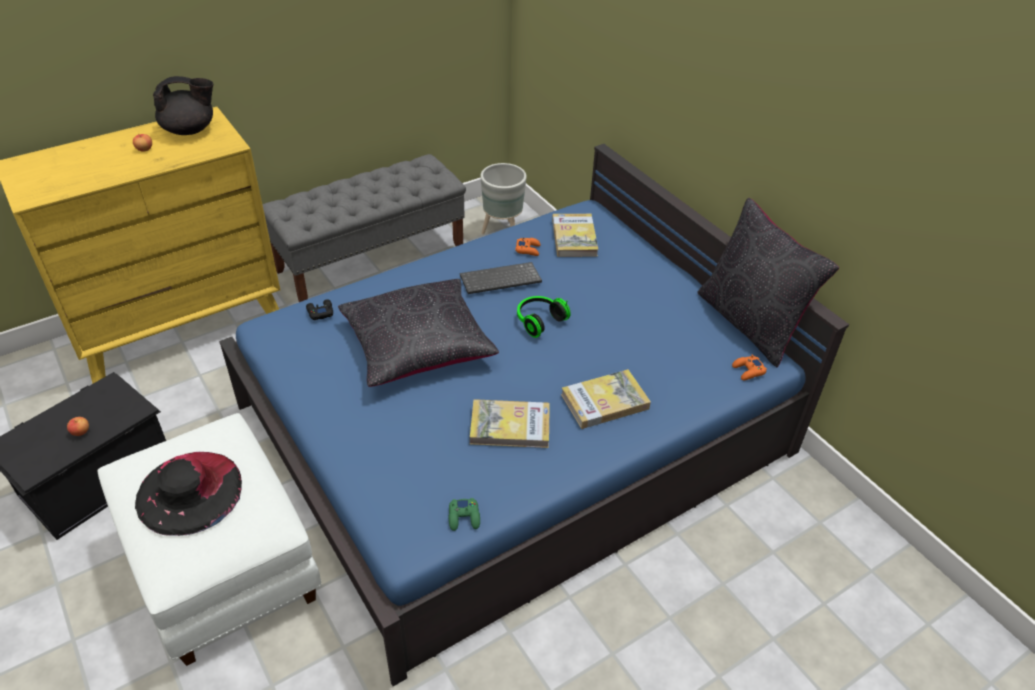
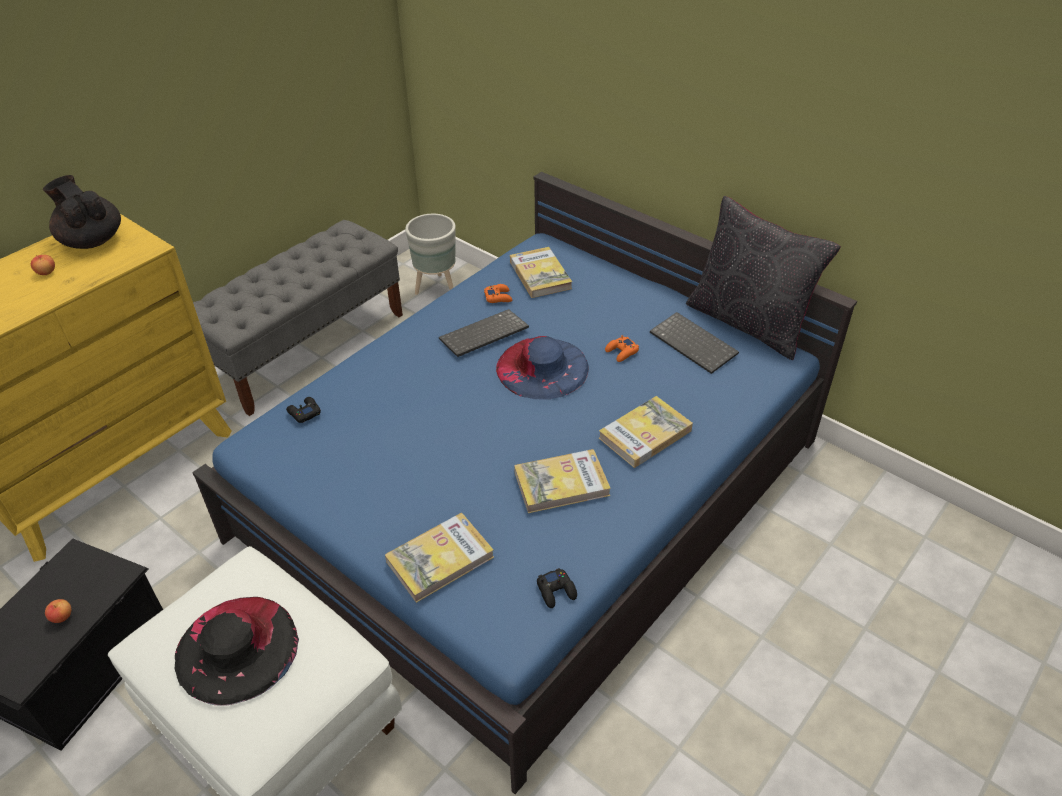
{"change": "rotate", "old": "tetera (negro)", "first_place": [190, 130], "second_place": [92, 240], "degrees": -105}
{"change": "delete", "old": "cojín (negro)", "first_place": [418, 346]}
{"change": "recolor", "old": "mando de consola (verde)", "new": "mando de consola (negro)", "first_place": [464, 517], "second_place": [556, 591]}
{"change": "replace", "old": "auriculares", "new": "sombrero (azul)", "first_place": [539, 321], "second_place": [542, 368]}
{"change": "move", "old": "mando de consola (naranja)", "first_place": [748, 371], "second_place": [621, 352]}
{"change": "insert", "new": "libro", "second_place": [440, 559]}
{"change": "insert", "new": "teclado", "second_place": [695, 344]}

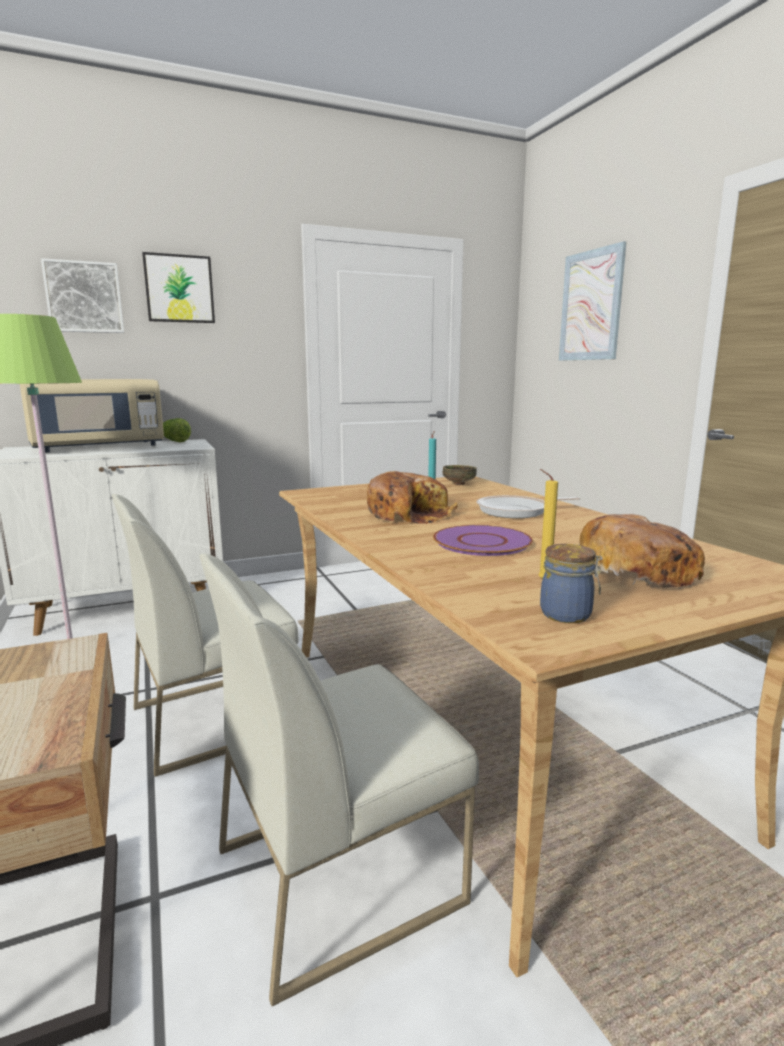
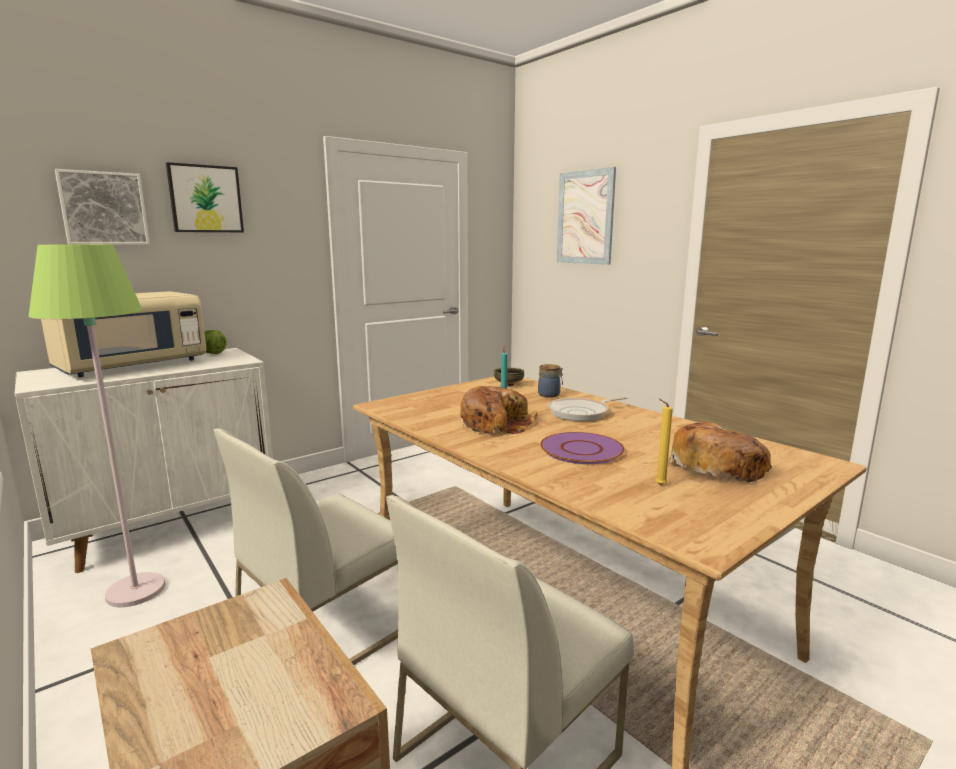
{"change": "move", "old": "tarro", "first_place": [568, 615], "second_place": [550, 395]}

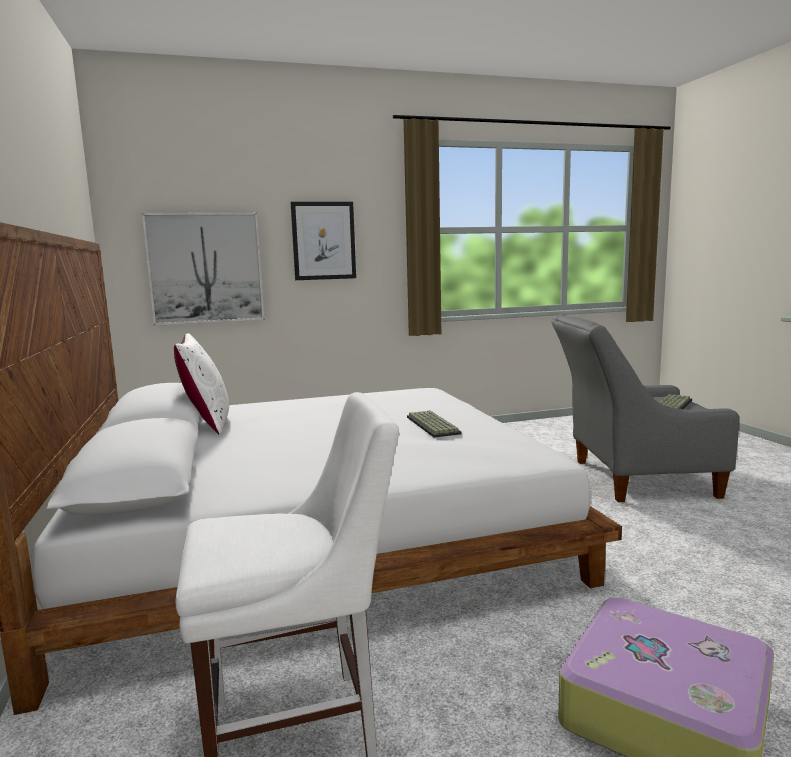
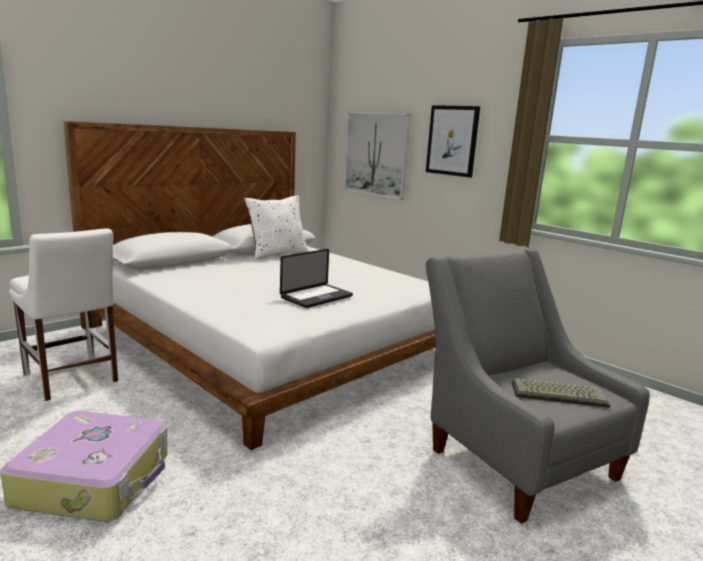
{"change": "replace", "old": "teclado", "new": "portátil", "first_place": [431, 425], "second_place": [316, 297]}

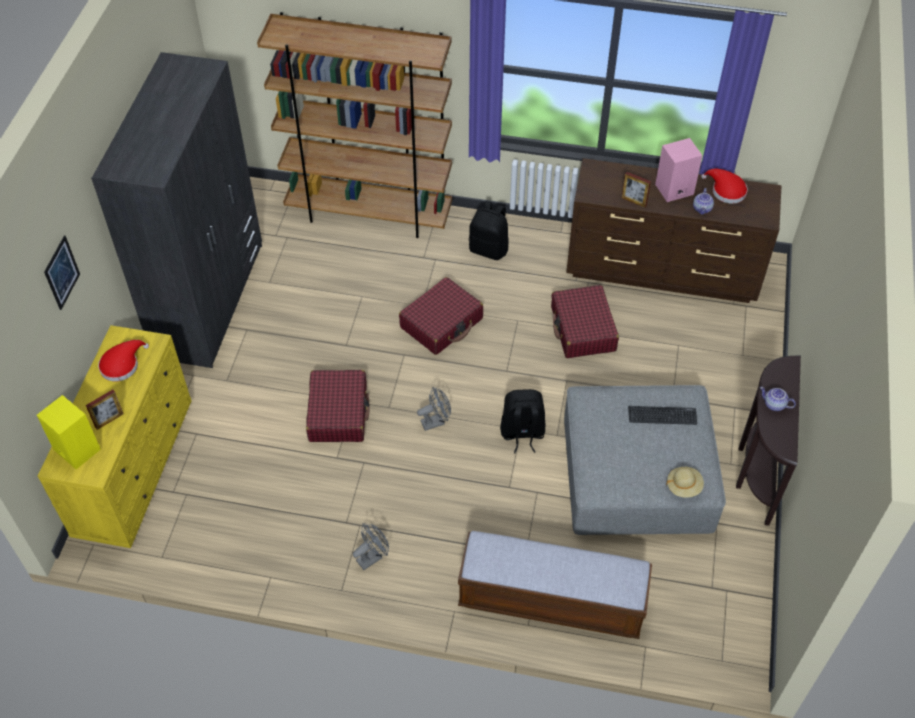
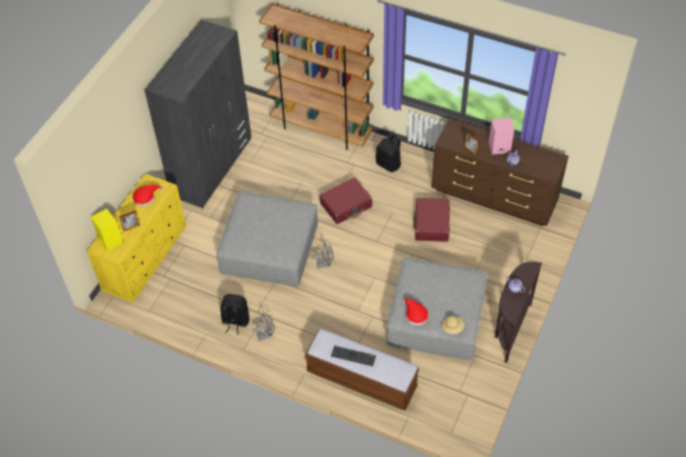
{"change": "delete", "old": "cuadro", "first_place": [61, 272]}
{"change": "replace", "old": "maleta (rojo)", "new": "puf (gris)", "first_place": [338, 413], "second_place": [269, 248]}
{"change": "move", "old": "mochila (negro)", "first_place": [522, 433], "second_place": [235, 321]}
{"change": "move", "old": "teclado", "first_place": [662, 415], "second_place": [353, 356]}
{"change": "move", "old": "sombrero (rojo)", "first_place": [726, 191], "second_place": [415, 314]}

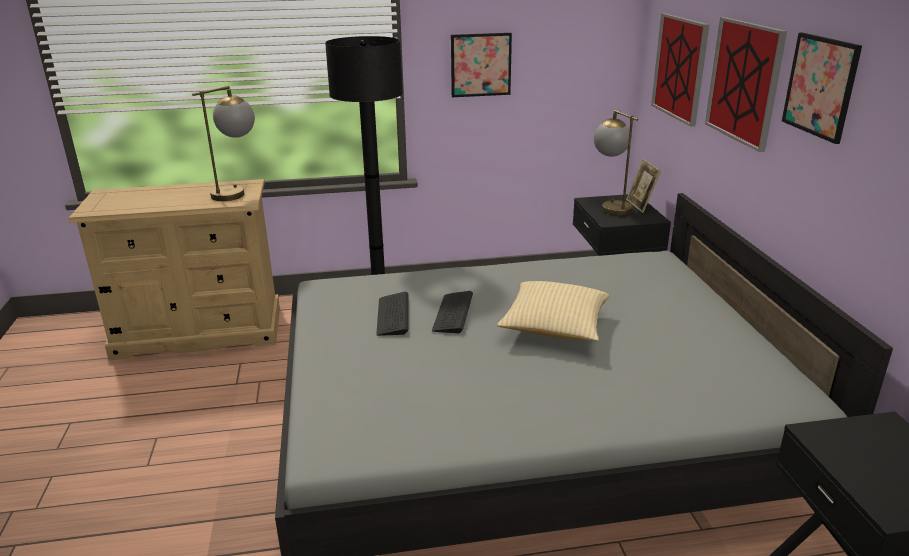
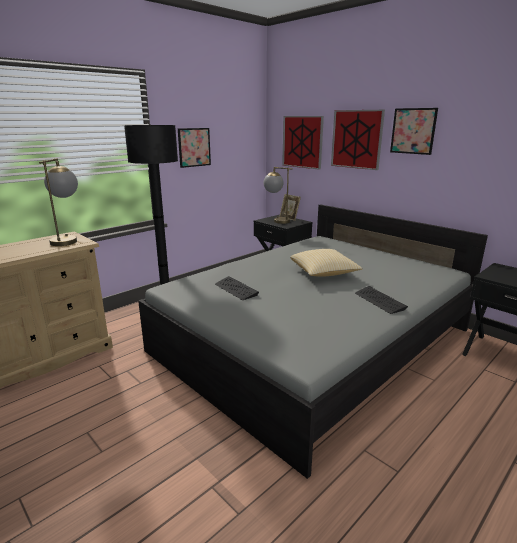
{"change": "move", "old": "teclado", "first_place": [453, 313], "second_place": [379, 301]}

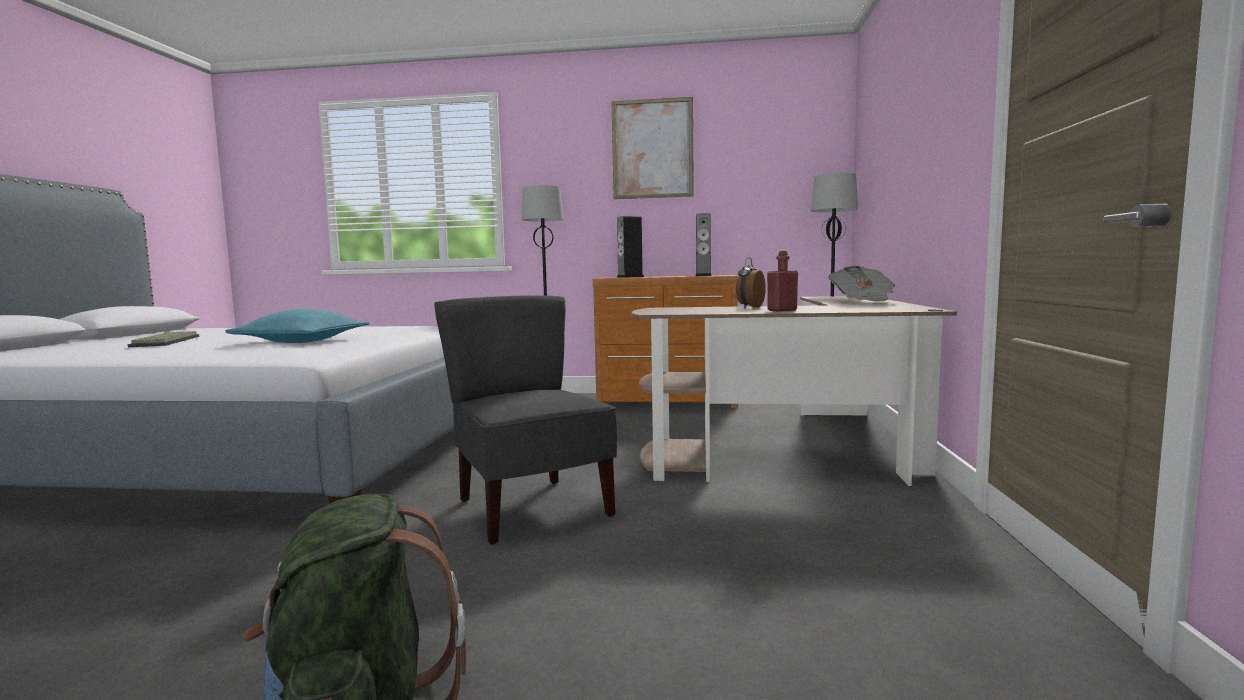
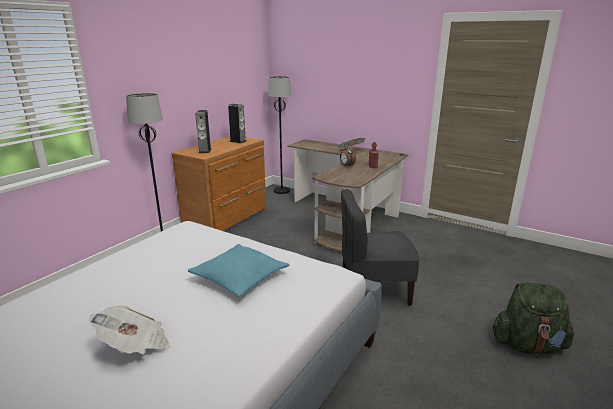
{"change": "replace", "old": "teclado", "new": "periódico", "first_place": [167, 341], "second_place": [135, 345]}
{"change": "delete", "old": "cuadro", "first_place": [652, 149]}

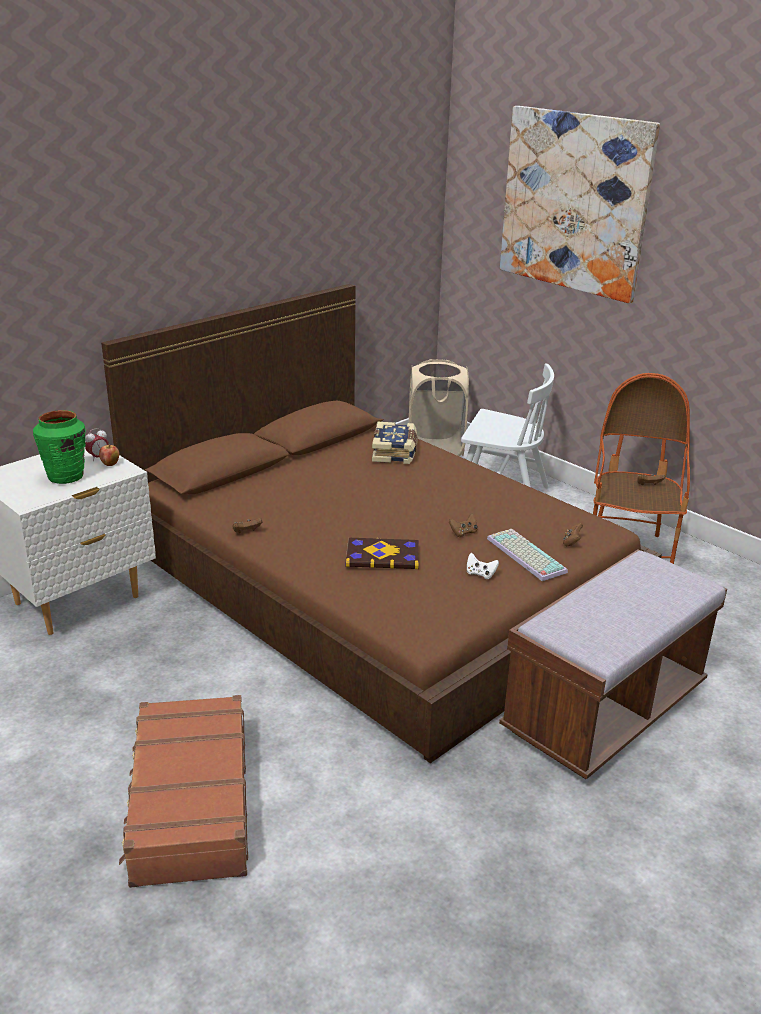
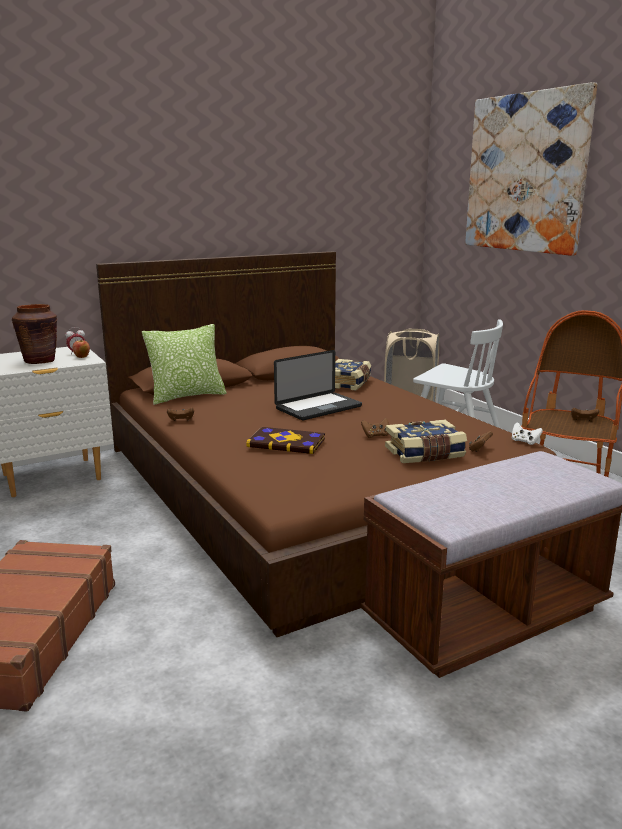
{"change": "recolor", "old": "florero (verde)", "new": "florero (marrón)", "first_place": [66, 477], "second_place": [40, 361]}
{"change": "move", "old": "mando de consola (blanco)", "first_place": [480, 574], "second_place": [524, 441]}
{"change": "replace", "old": "teclado", "new": "libro", "first_place": [524, 555], "second_place": [425, 454]}
{"change": "insert", "new": "cojín", "second_place": [187, 396]}
{"change": "insert", "new": "portátil", "second_place": [318, 408]}

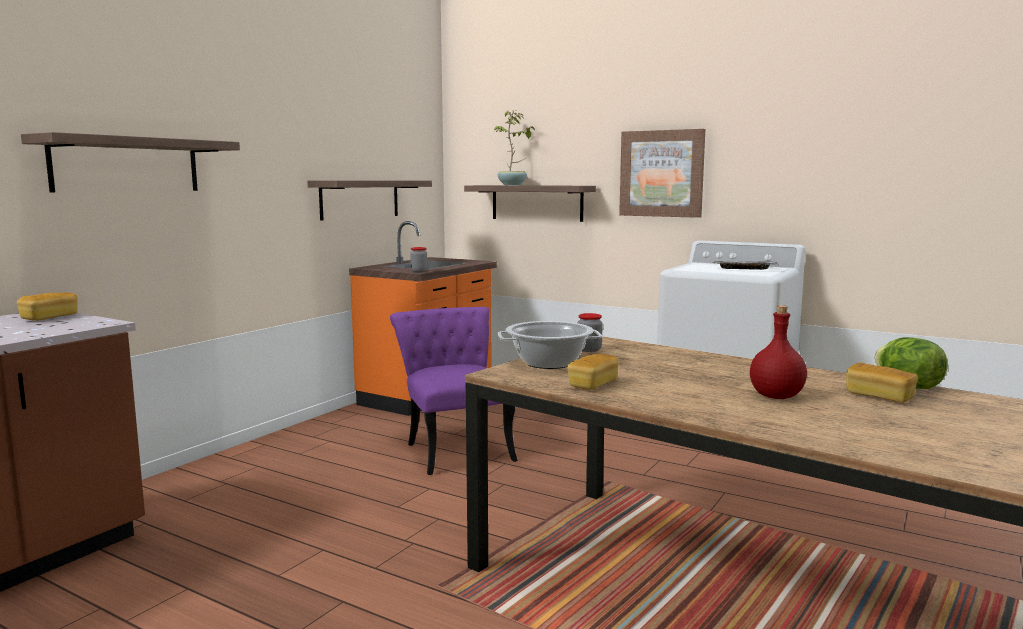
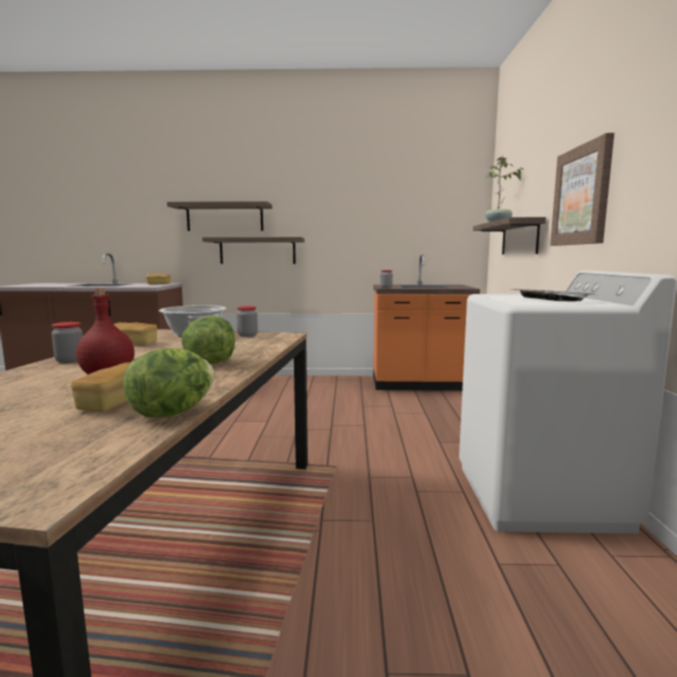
{"change": "move", "old": "estante", "first_place": [360, 199], "second_place": [257, 251]}
{"change": "delete", "old": "silla (morado)", "first_place": [455, 449]}
{"change": "insert", "new": "tarro", "second_place": [70, 361]}
{"change": "insert", "new": "lechuga", "second_place": [210, 362]}

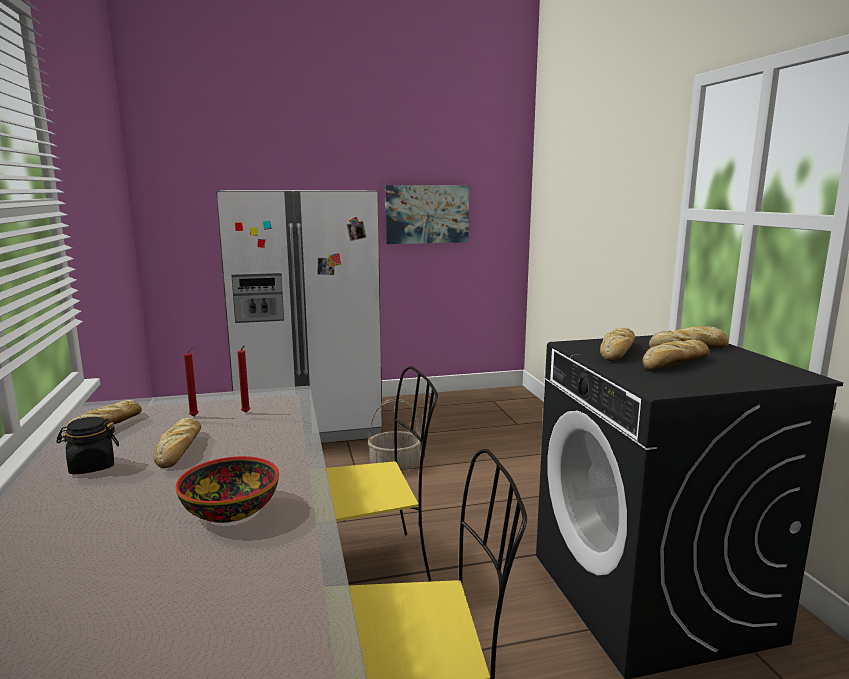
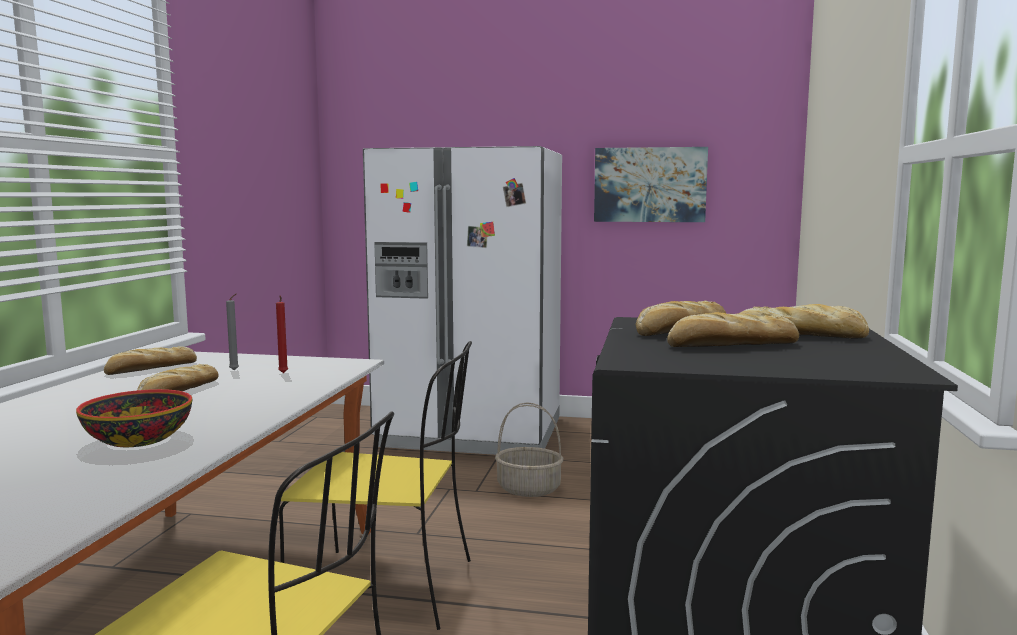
{"change": "delete", "old": "tarro (negro)", "first_place": [92, 466]}
{"change": "recolor", "old": "vela (rojo)", "new": "vela (gris)", "first_place": [195, 416], "second_place": [235, 370]}

